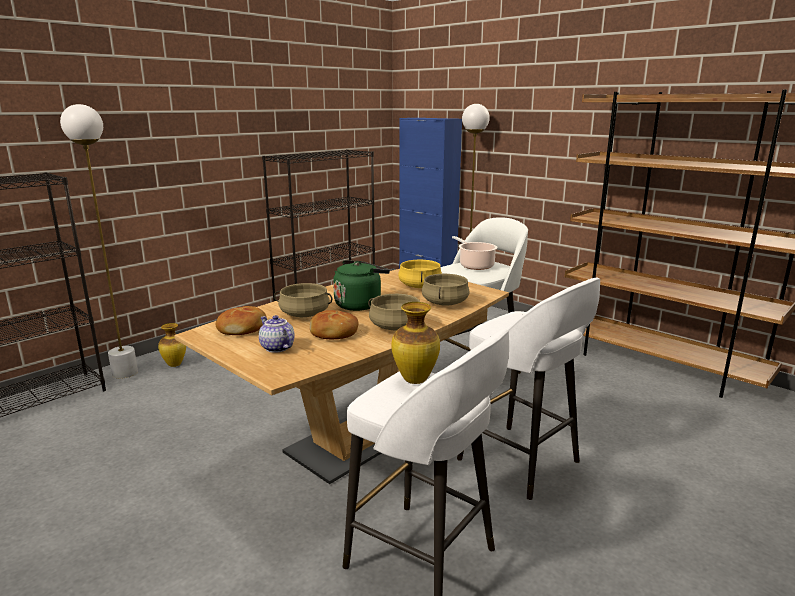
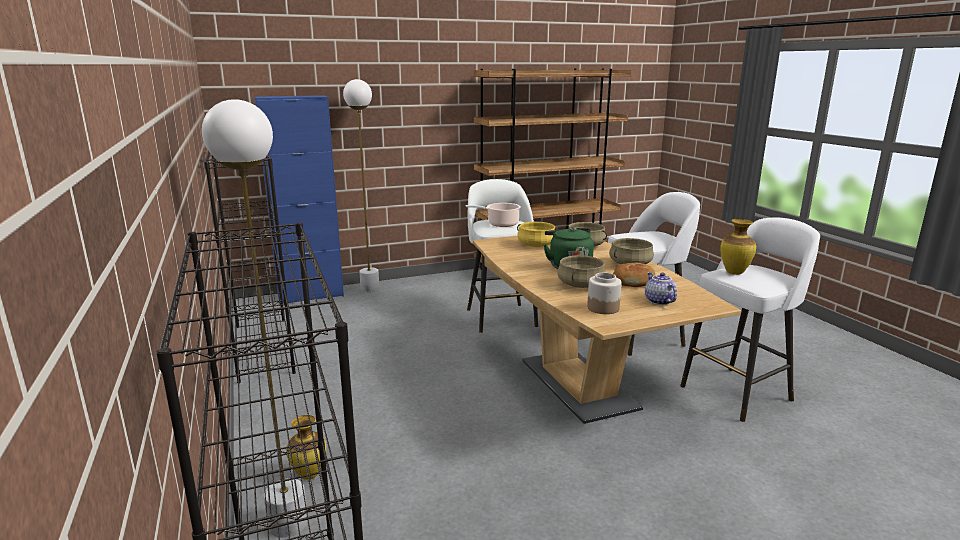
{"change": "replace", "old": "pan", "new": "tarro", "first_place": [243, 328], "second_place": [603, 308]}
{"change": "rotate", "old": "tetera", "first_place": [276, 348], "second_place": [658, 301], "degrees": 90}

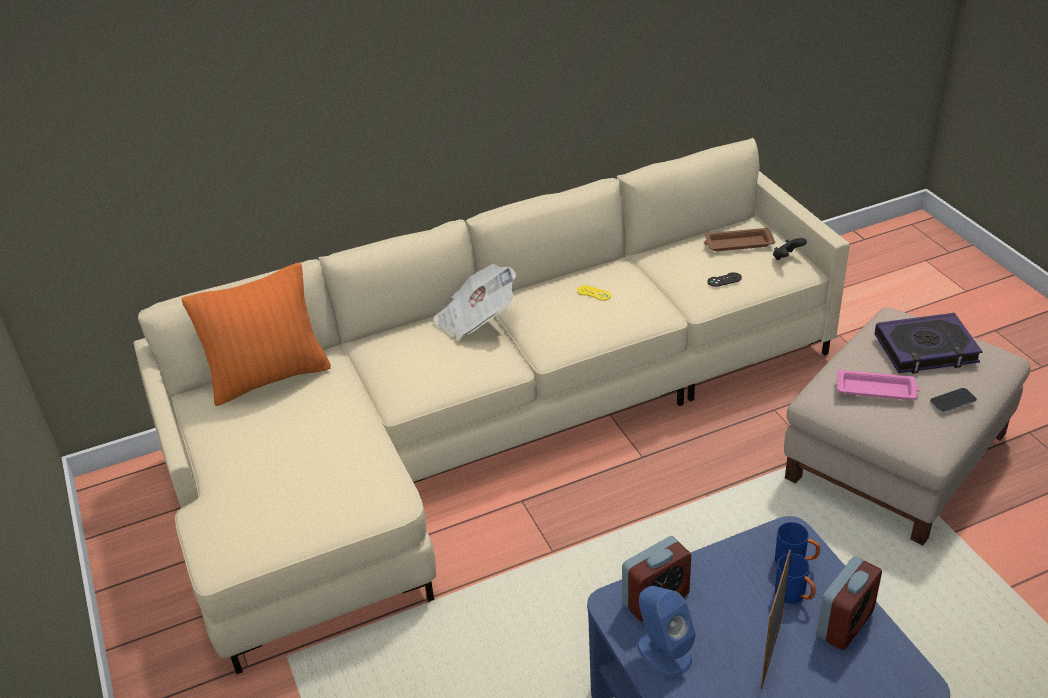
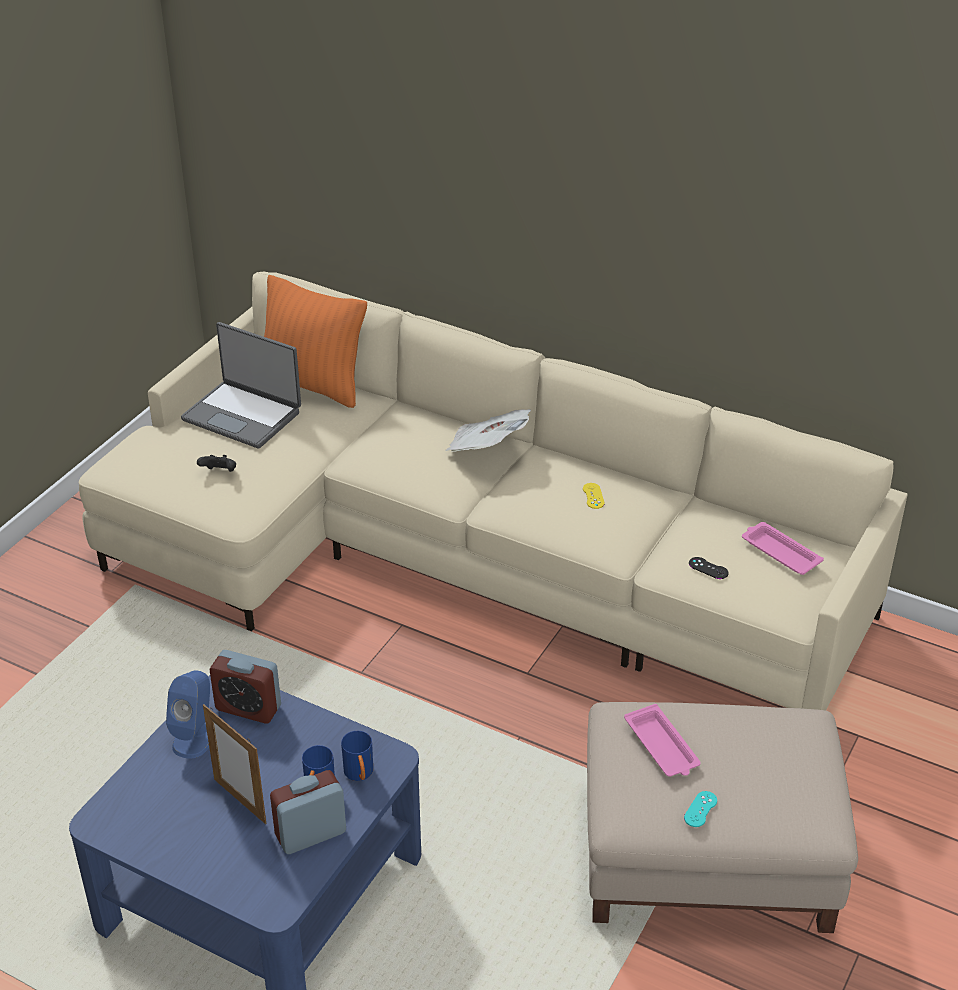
{"change": "recolor", "old": "bandeja (marrón)", "new": "bandeja (rosa)", "first_place": [737, 244], "second_place": [779, 552]}
{"change": "rotate", "old": "portarretratos", "first_place": [771, 655], "second_place": [240, 801], "degrees": -120}
{"change": "move", "old": "mando de consola (negro)", "first_place": [787, 258], "second_place": [219, 473]}
{"change": "rotate", "old": "despertador", "first_place": [844, 624], "second_place": [310, 833], "degrees": 150}
{"change": "delete", "old": "libro", "first_place": [926, 349]}
{"change": "replace", "old": "móvil", "new": "mando de consola (turquesa)", "first_place": [953, 401], "second_place": [700, 809]}
{"change": "insert", "new": "portátil", "second_place": [243, 415]}

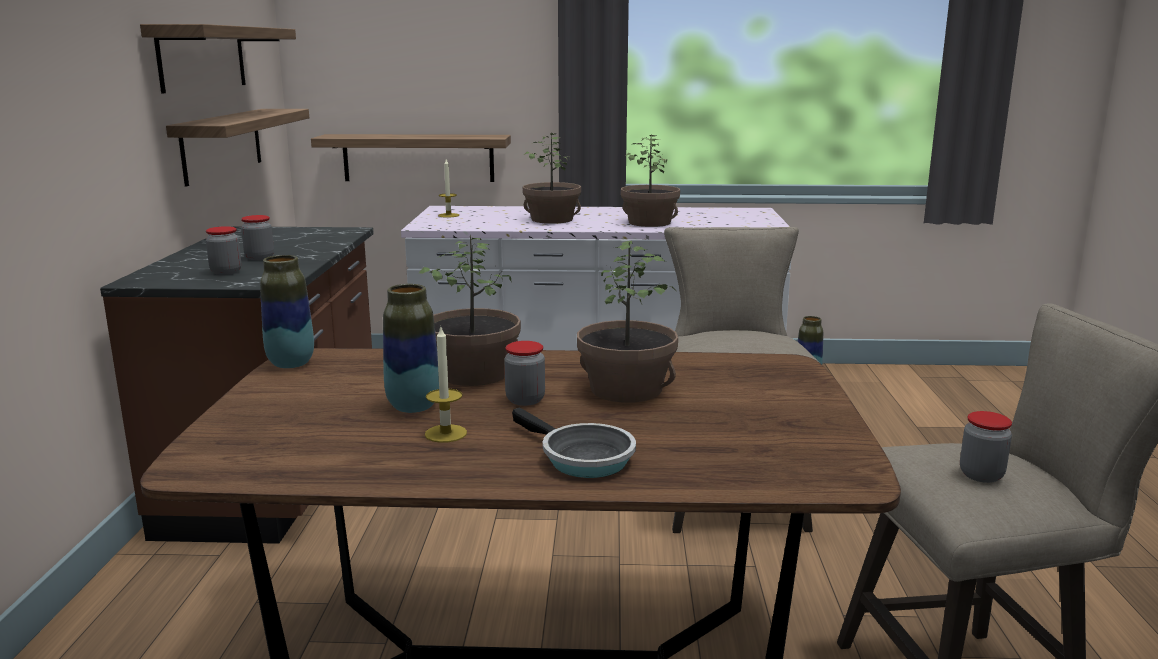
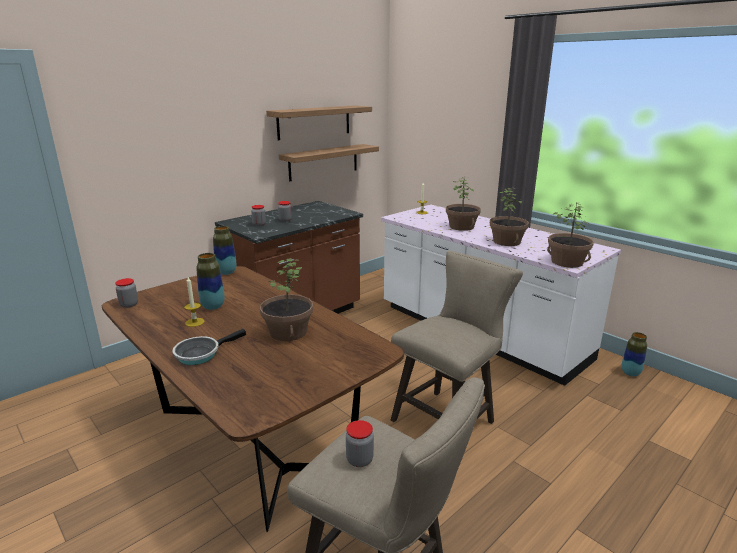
{"change": "delete", "old": "estante", "first_place": [418, 158]}
{"change": "move", "old": "planta en maceta", "first_place": [474, 373], "second_place": [567, 262]}
{"change": "move", "old": "tarro", "first_place": [525, 400], "second_place": [129, 305]}
{"change": "rotate", "old": "sartén", "first_place": [581, 458], "second_place": [201, 353], "degrees": 45}

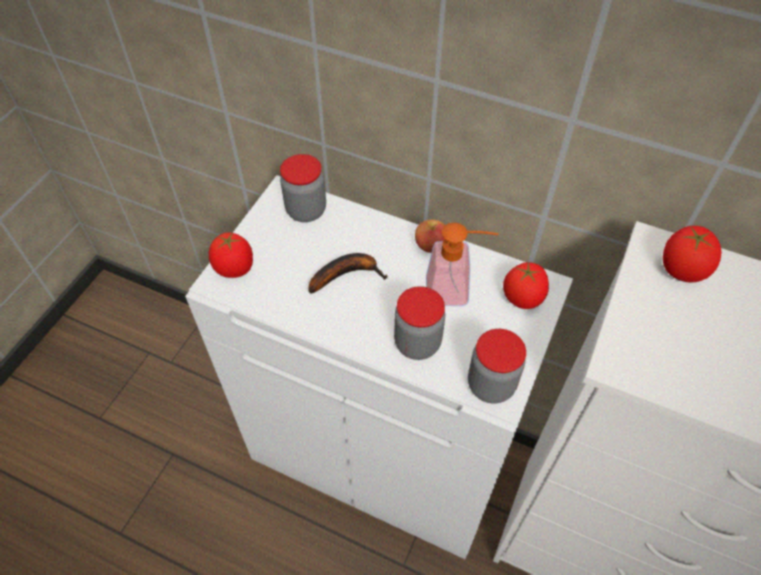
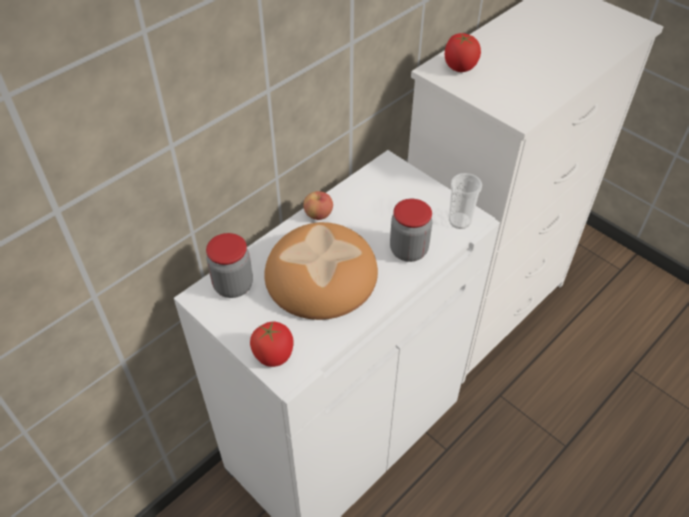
{"change": "replace", "old": "plátano", "new": "pan", "first_place": [347, 274], "second_place": [321, 275]}
{"change": "delete", "old": "dispensador de jabón", "first_place": [456, 291]}
{"change": "replace", "old": "tarro", "new": "taza", "first_place": [491, 385], "second_place": [460, 221]}
{"change": "delete", "old": "tomate", "first_place": [523, 297]}

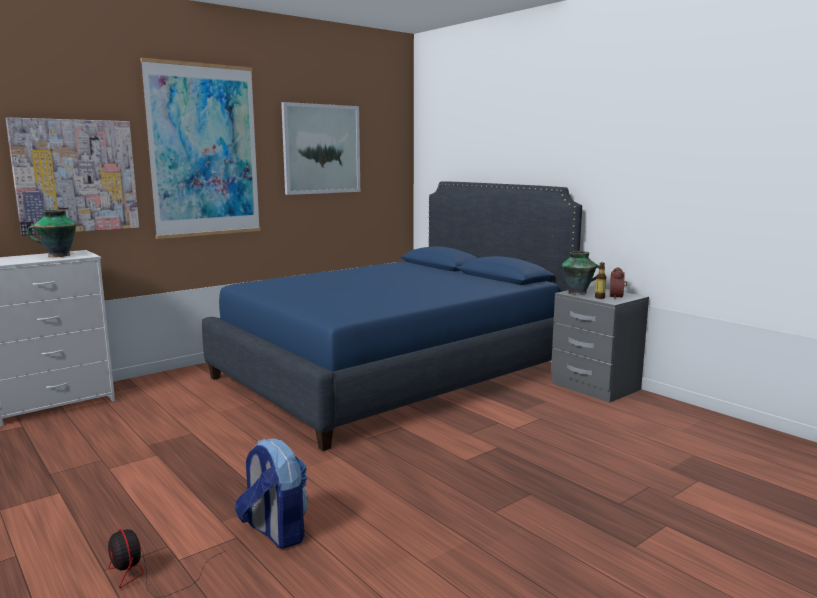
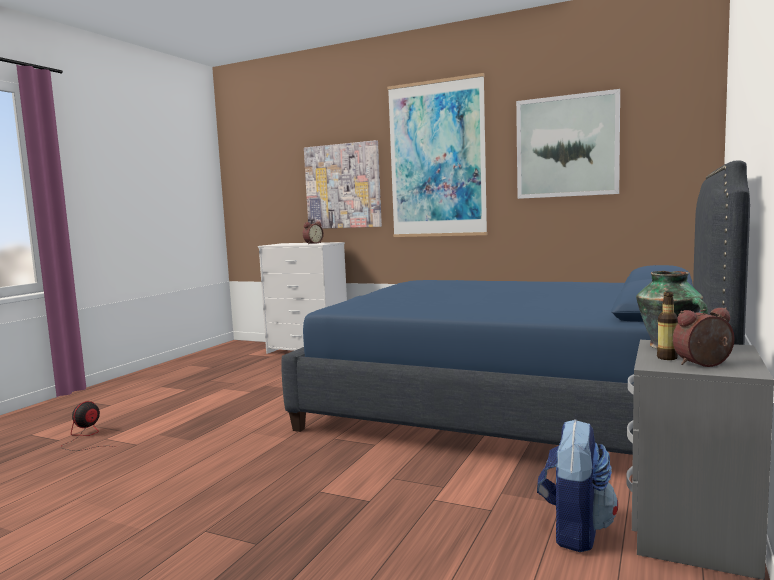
{"change": "replace", "old": "florero", "new": "despertador", "first_place": [57, 255], "second_place": [312, 243]}
{"change": "move", "old": "mochila", "first_place": [275, 532], "second_place": [575, 530]}

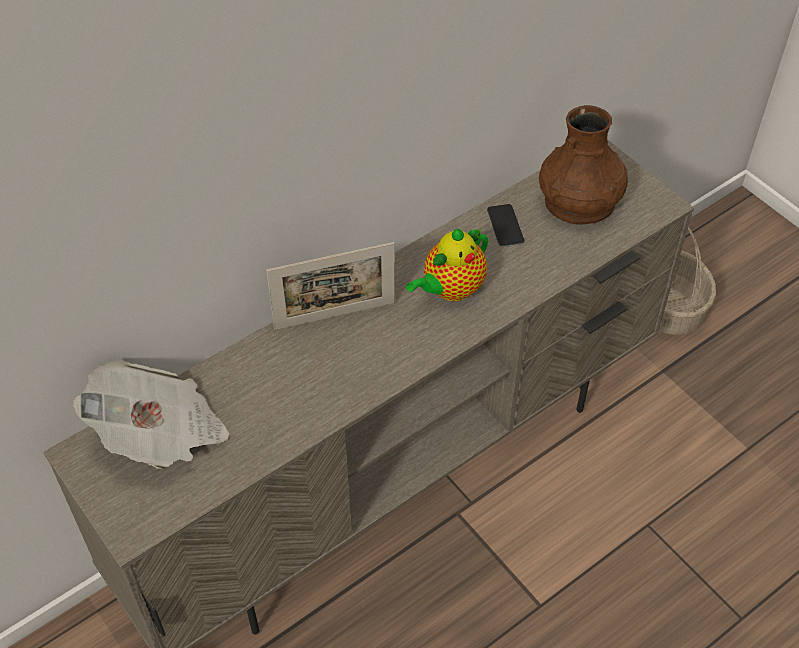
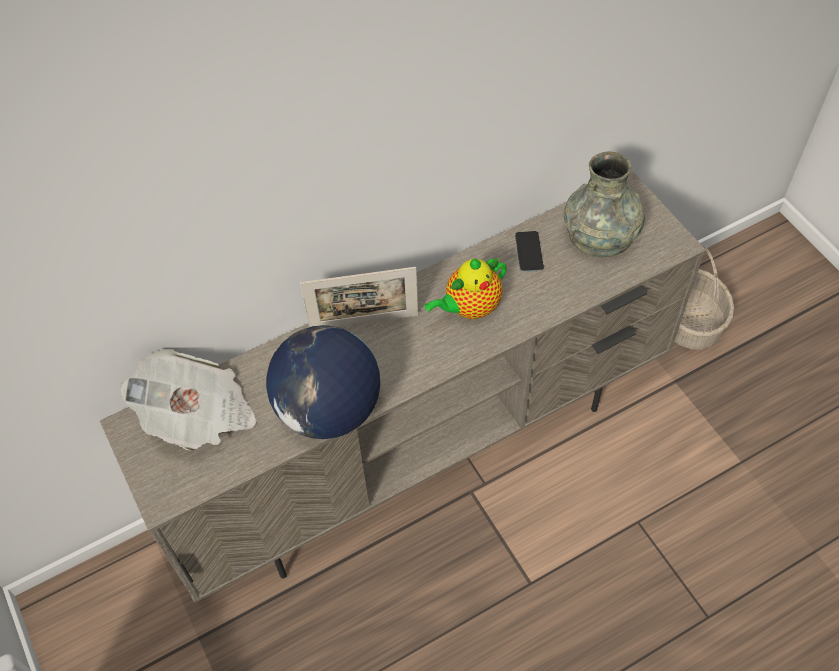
{"change": "recolor", "old": "florero (marrón)", "new": "florero (gris)", "first_place": [579, 202], "second_place": [600, 235]}
{"change": "insert", "new": "globo terráqueo", "second_place": [329, 410]}

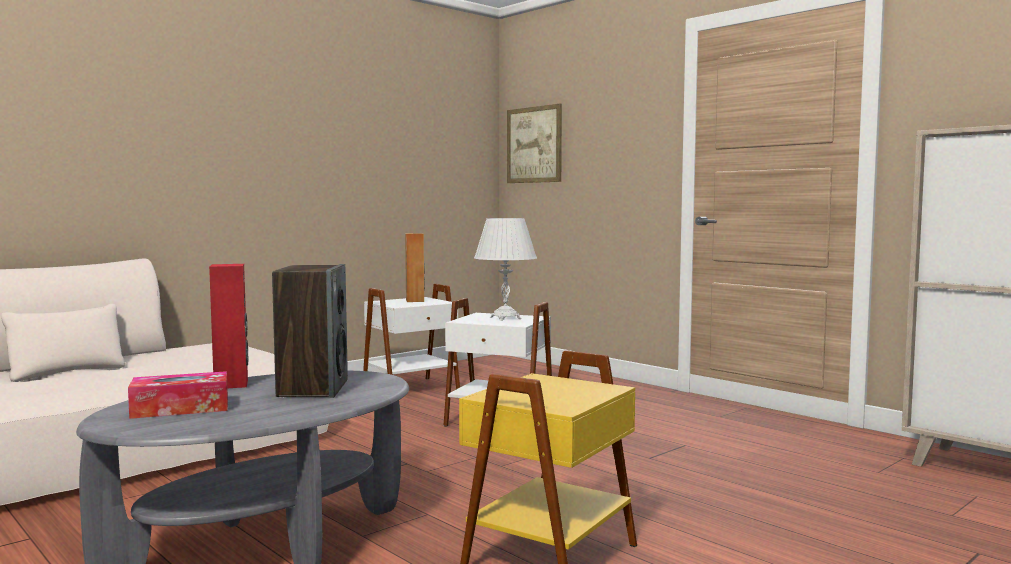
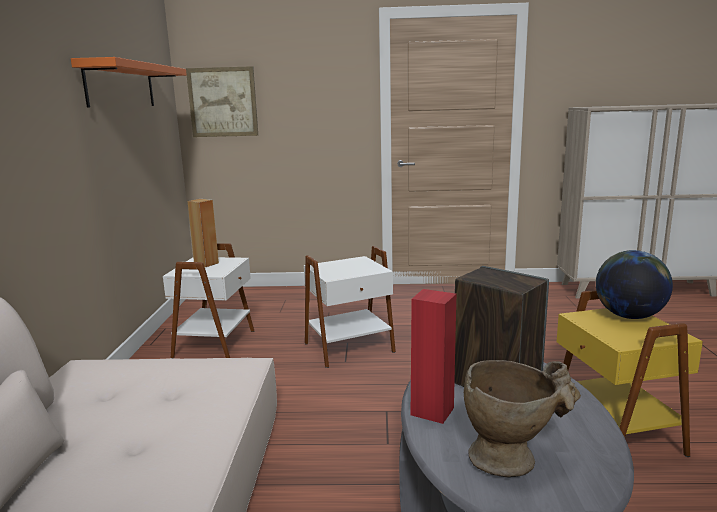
{"change": "replace", "old": "caja de pañuelos", "new": "florero (beis)", "first_place": [180, 408], "second_place": [513, 457]}
{"change": "delete", "old": "lámpara de mesa (blanco)", "first_place": [505, 318]}
{"change": "insert", "new": "estante (naranja)", "second_place": [121, 85]}
{"change": "insert", "new": "globo terráqueo", "second_place": [629, 316]}

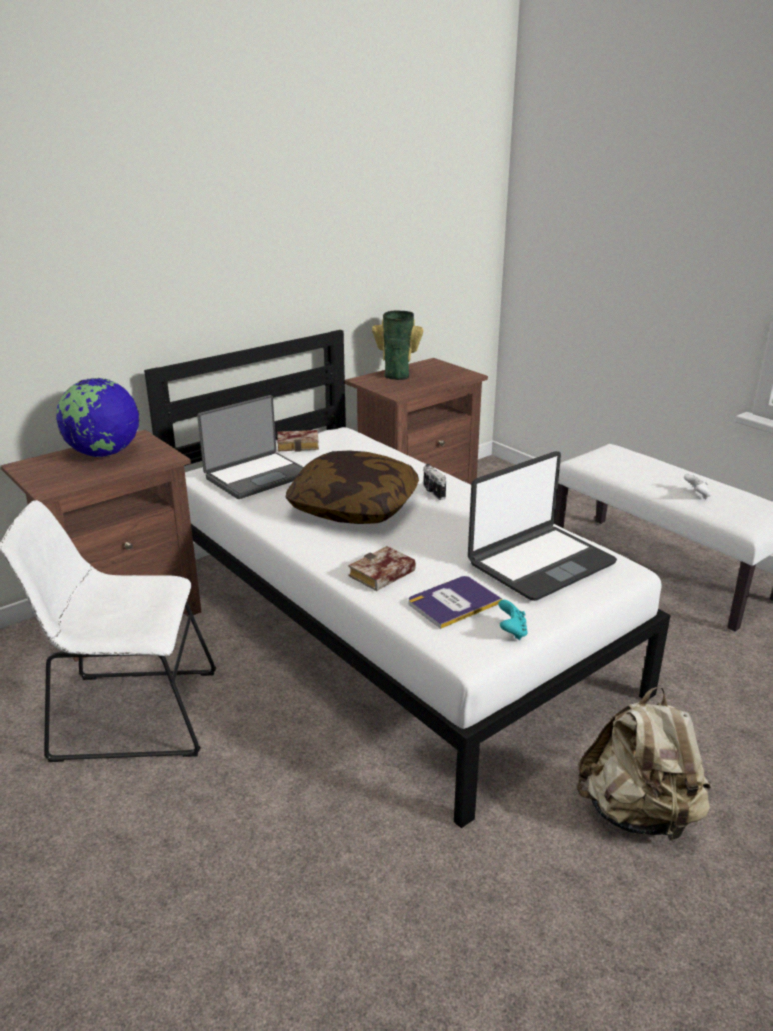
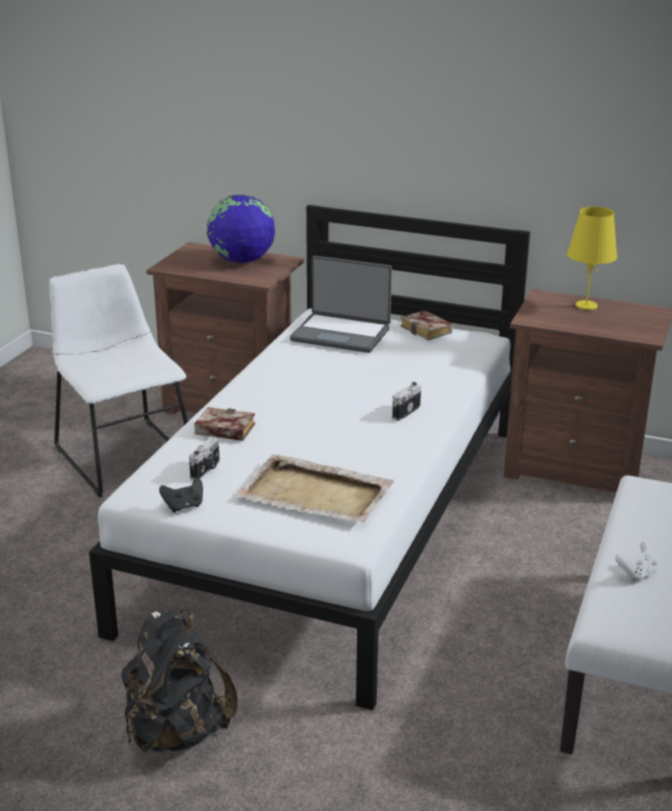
{"change": "delete", "old": "cojín", "first_place": [354, 507]}
{"change": "replace", "old": "florero", "new": "lámpara de mesa (amarillo)", "first_place": [398, 374], "second_place": [586, 305]}
{"change": "replace", "old": "libro", "new": "cámara", "first_place": [453, 602], "second_place": [206, 470]}
{"change": "replace", "old": "portátil", "new": "bandeja (beis)", "first_place": [540, 563], "second_place": [316, 494]}
{"change": "recolor", "old": "mando de consola (turquesa)", "new": "mando de consola (negro)", "first_place": [512, 632], "second_place": [184, 506]}
{"change": "recolor", "old": "mochila (beis)", "new": "mochila (negro)", "first_place": [638, 814], "second_place": [176, 732]}

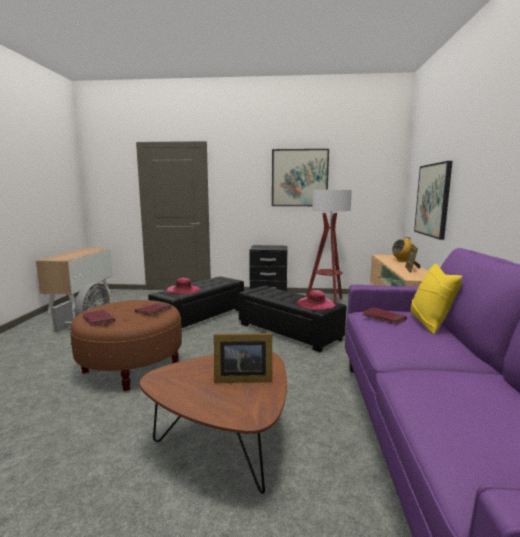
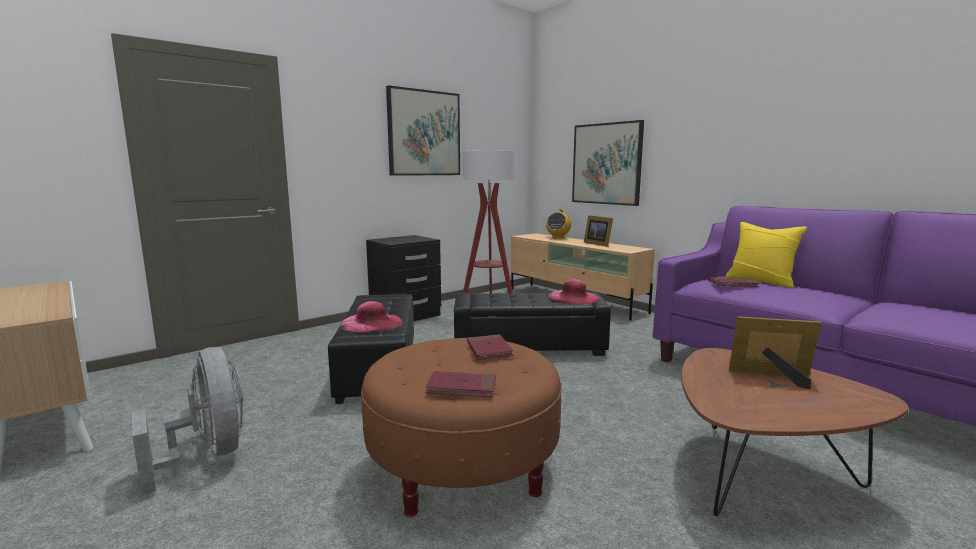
{"change": "rotate", "old": "portarretratos", "first_place": [241, 378], "second_place": [773, 377], "degrees": -120}

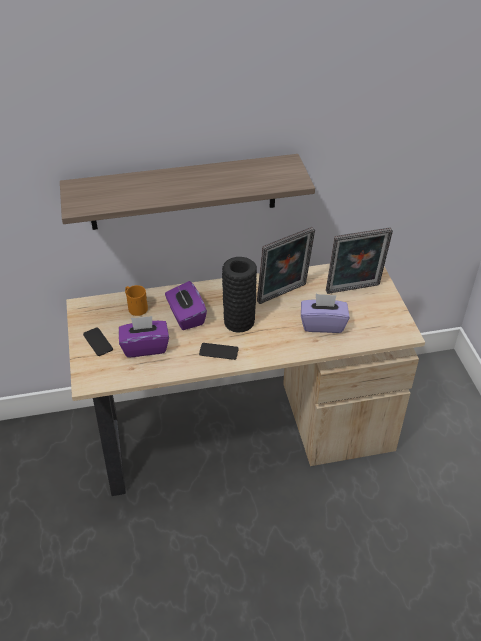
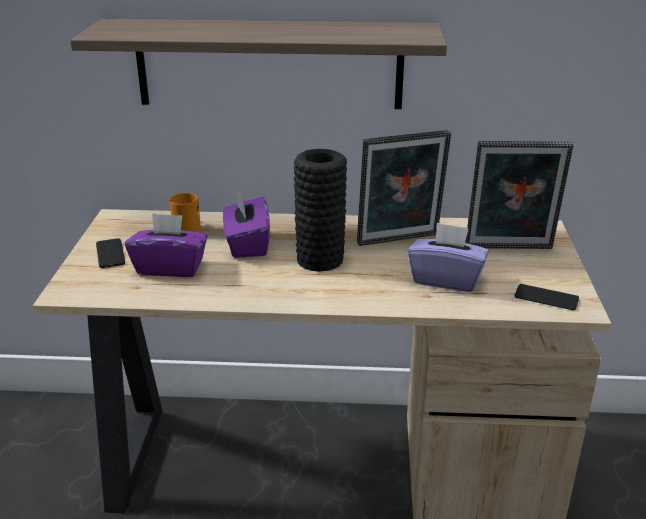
{"change": "move", "old": "móvil", "first_place": [218, 351], "second_place": [546, 298]}

